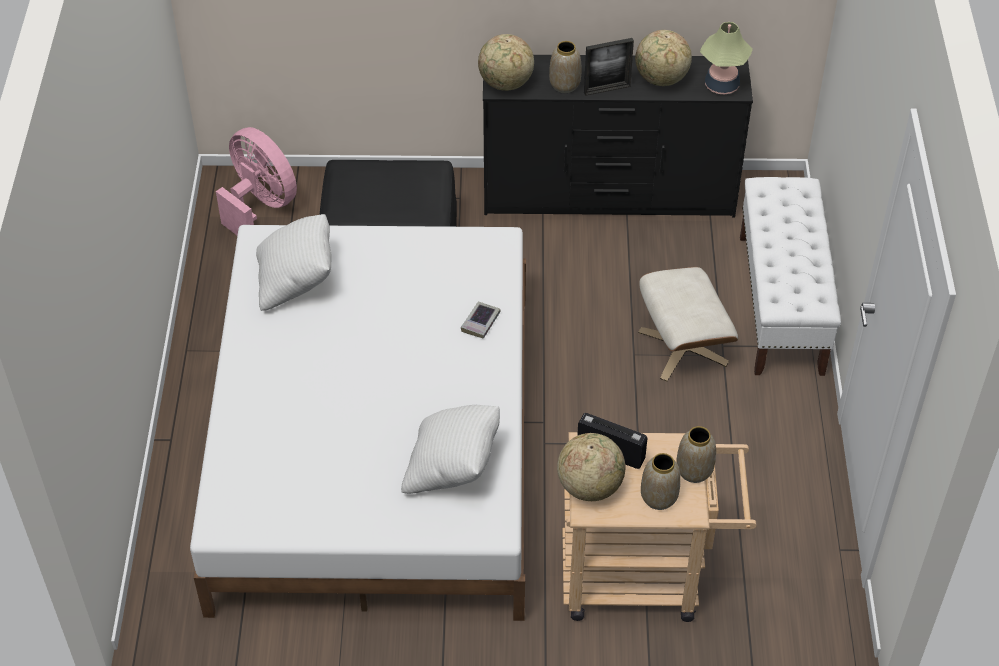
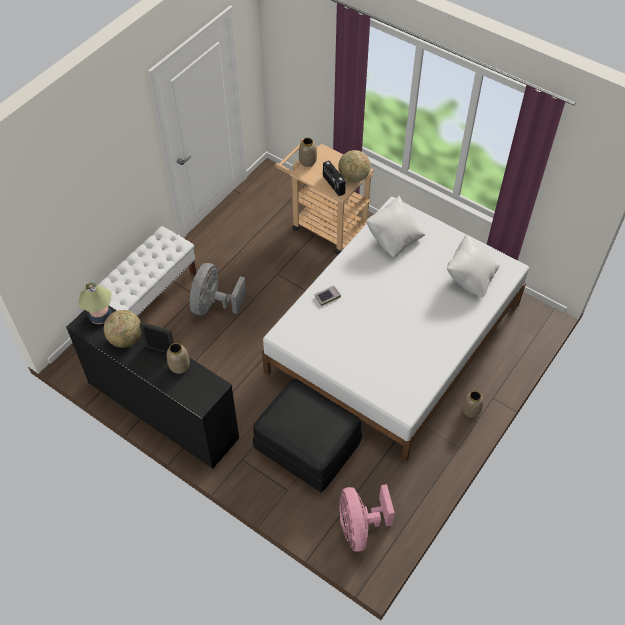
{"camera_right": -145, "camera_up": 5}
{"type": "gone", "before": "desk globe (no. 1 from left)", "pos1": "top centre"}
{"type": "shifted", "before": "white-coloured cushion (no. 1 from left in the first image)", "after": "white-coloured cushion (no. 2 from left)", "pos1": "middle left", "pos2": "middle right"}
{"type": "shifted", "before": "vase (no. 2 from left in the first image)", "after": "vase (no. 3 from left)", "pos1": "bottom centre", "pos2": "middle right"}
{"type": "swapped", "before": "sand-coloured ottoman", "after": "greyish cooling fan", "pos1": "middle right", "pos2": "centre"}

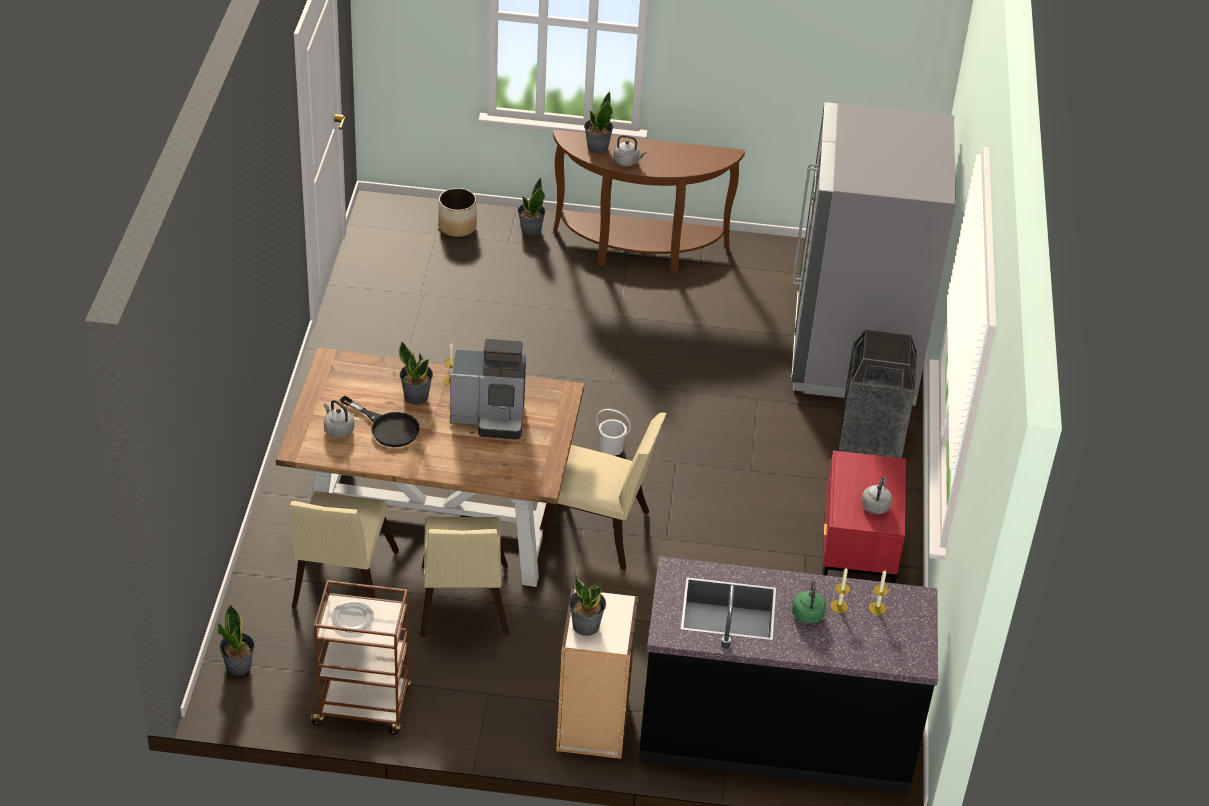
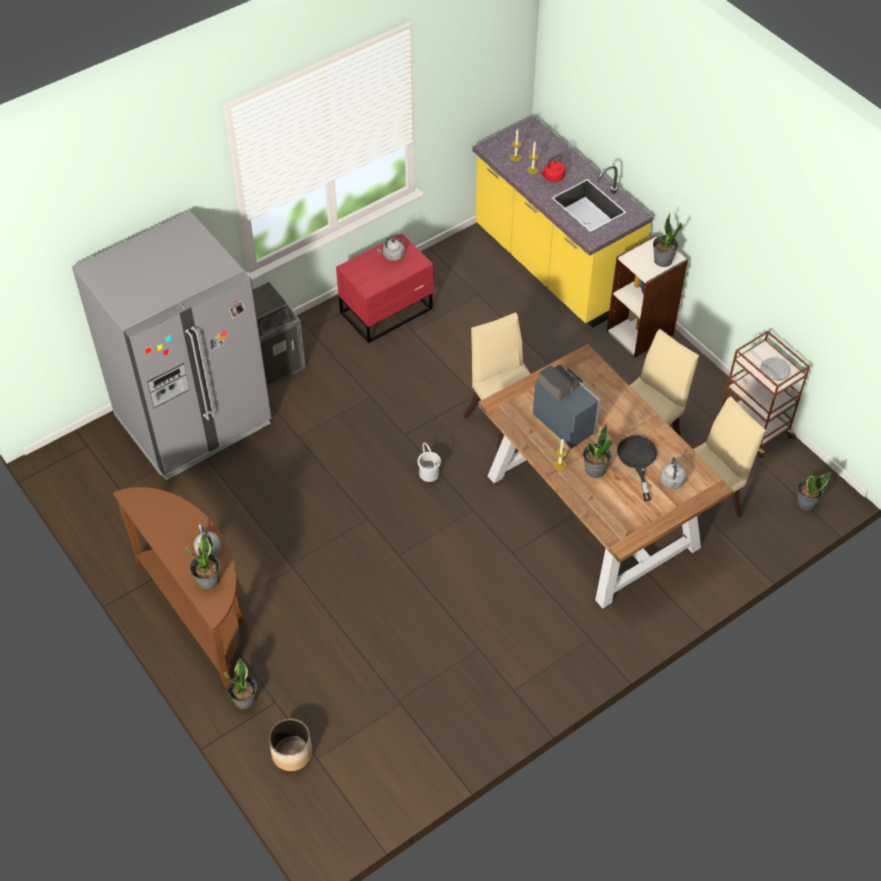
{"camera_right": -130, "camera_up": 10}
{"type": "repainted", "before": "black-coloured kitchen counter", "after": "yellow-coloured kitchen counter", "pos1": "bottom centre", "pos2": "top centre"}
{"type": "repainted", "before": "green-coloured kettle", "after": "red-coloured kettle", "pos1": "bottom right", "pos2": "top centre"}

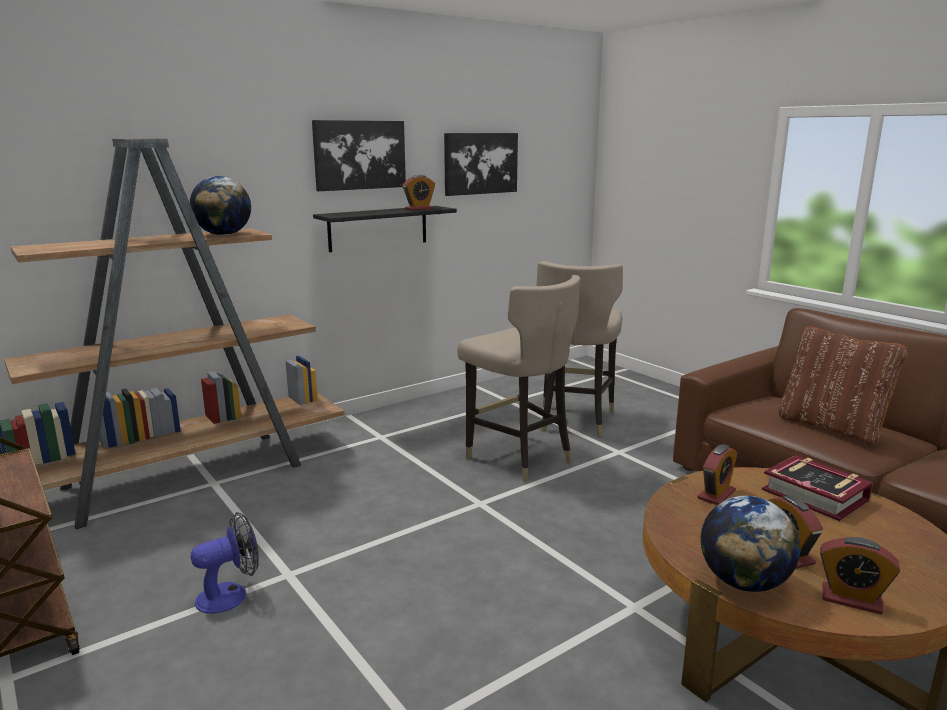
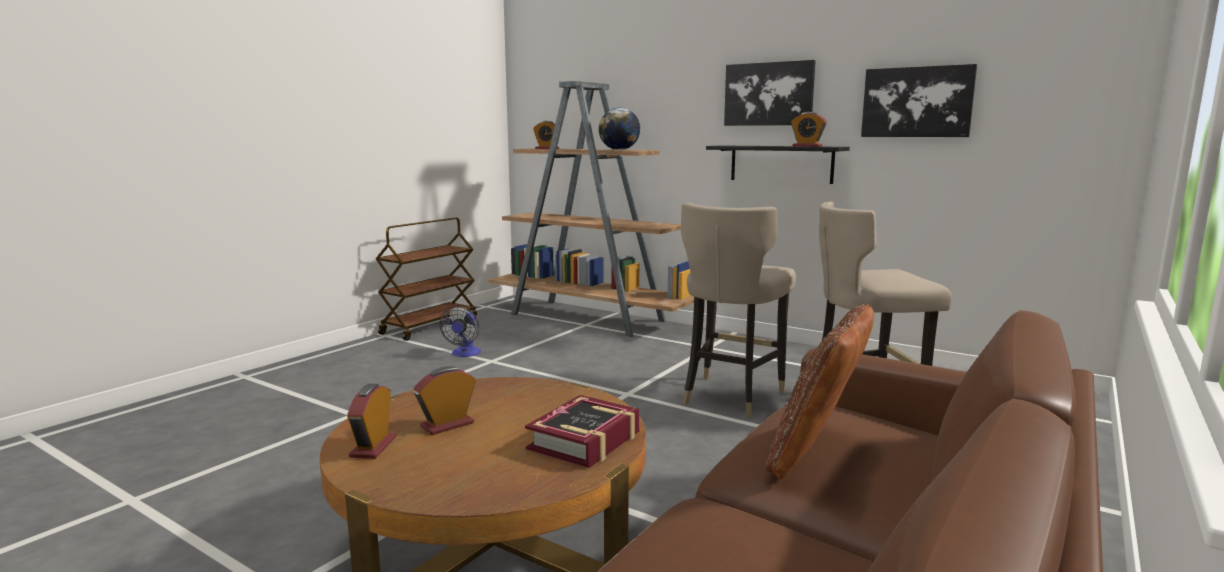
{"camera_right": 70, "camera_up": -5}
{"type": "gone", "before": "desk globe (no. 2 from left)", "pos1": "bottom right"}
{"type": "shifted", "before": "table clock (no. 2 from left in the first image)", "after": "table clock (no. 3 from left)", "pos1": "bottom right", "pos2": "top centre"}
{"type": "rotated", "before": "cooling fan", "pos1": "bottom left", "pos2": "centre", "turn": 60}

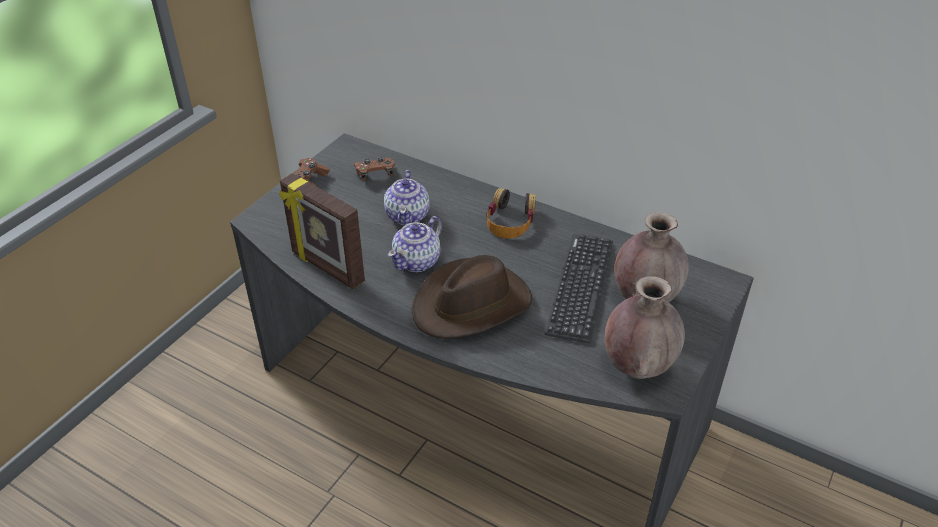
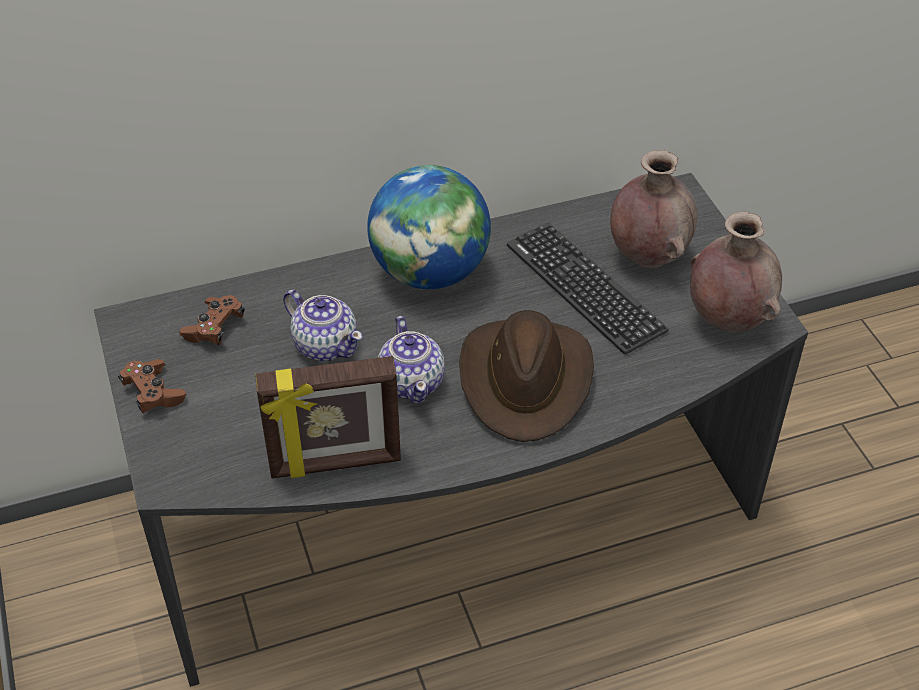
{"camera_right": -50, "camera_up": 5}
{"type": "swapped", "before": "headphones", "after": "desk globe", "pos1": "centre", "pos2": "top centre"}

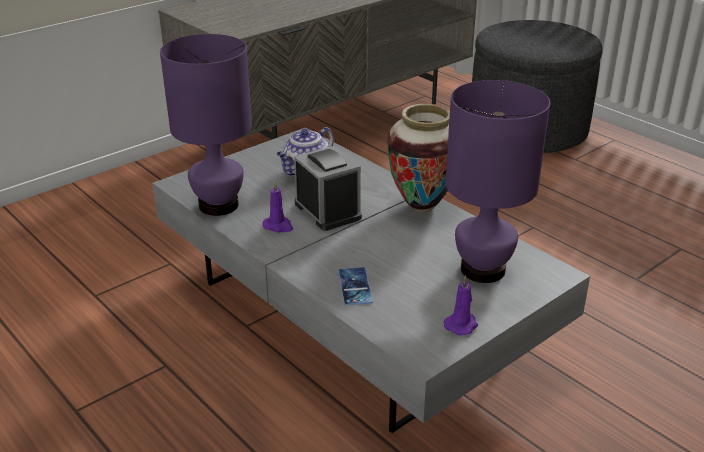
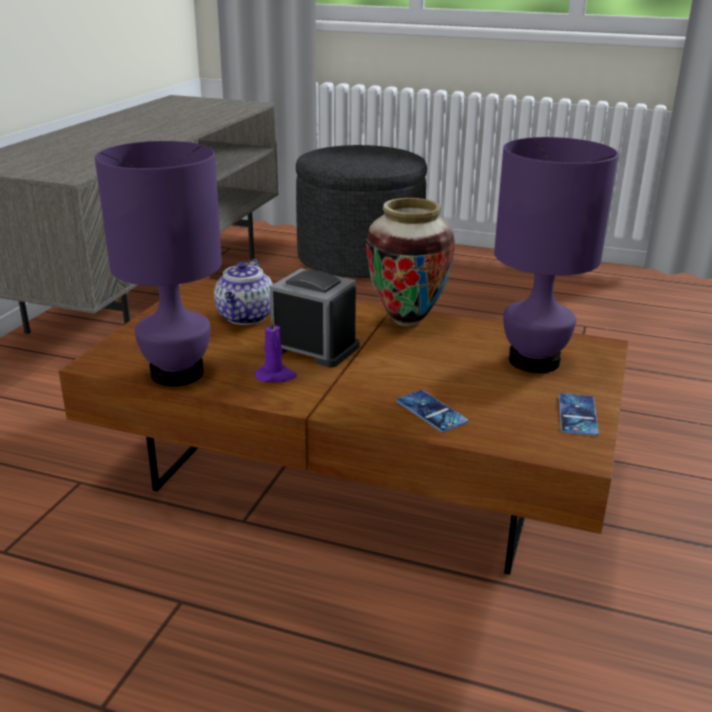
{"camera_right": -30, "camera_up": -5}
{"type": "swapped", "before": "purple-coloured wax light (no. 2 from left)", "after": "telephone (no. 2 from left)", "pos1": "bottom centre", "pos2": "middle right"}
{"type": "repainted", "before": "greyish low table", "after": "brownish low table", "pos1": "centre", "pos2": "centre"}

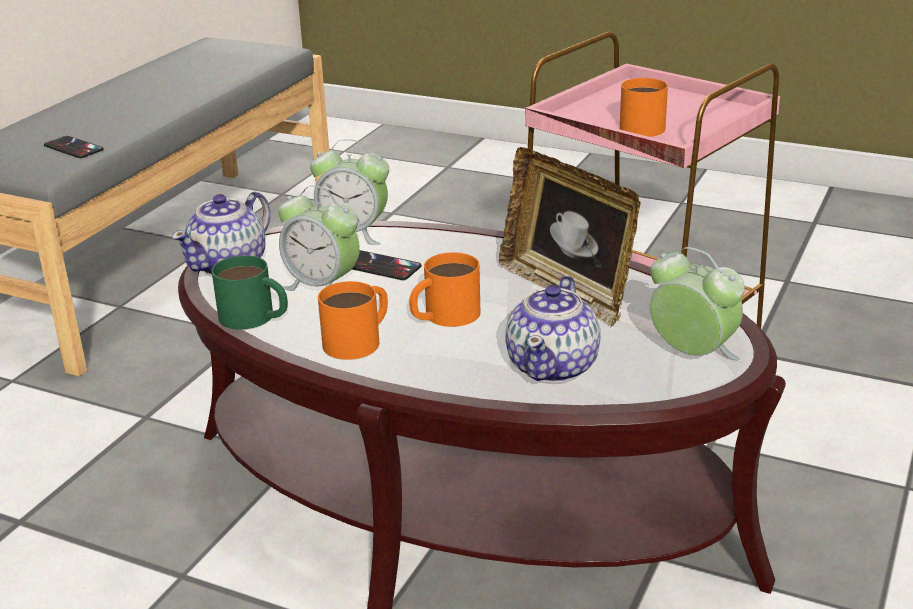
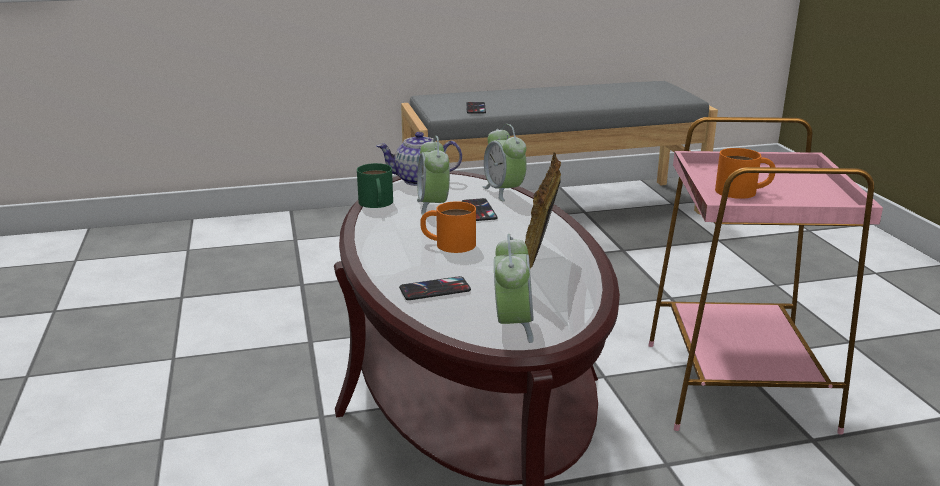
{"camera_right": 50, "camera_up": -5}
{"type": "gone", "before": "orangey mug (no. 1 from left)", "pos1": "centre"}
{"type": "swapped", "before": "pot for tea (no. 2 from left)", "after": "telephone (no. 1 from left)", "pos1": "centre", "pos2": "centre"}

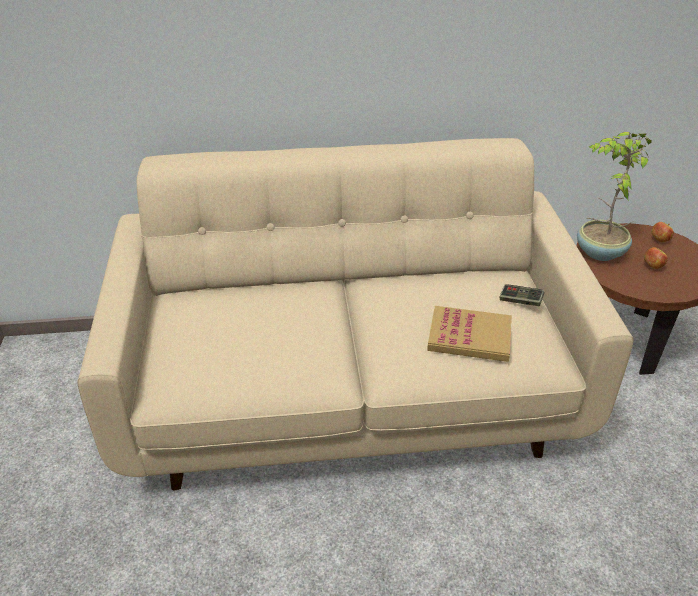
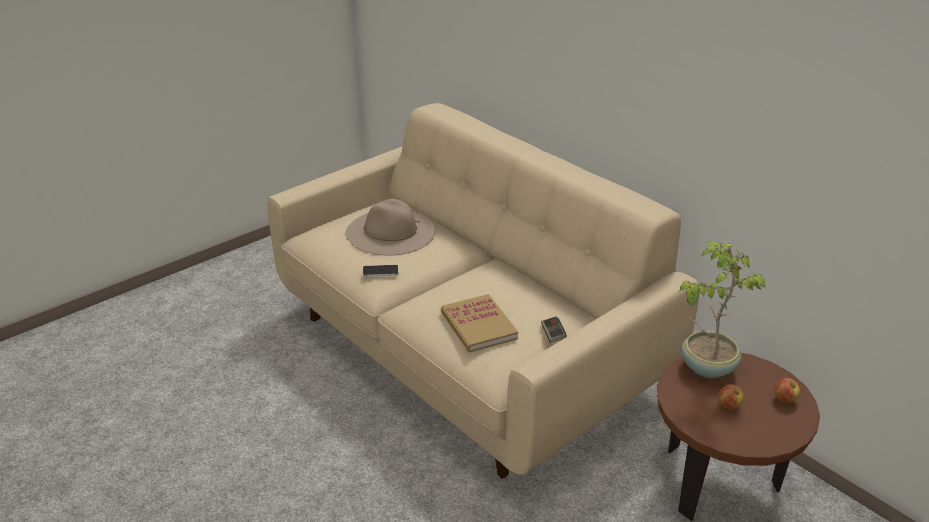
{"camera_right": 55, "camera_up": -5}
{"type": "new", "after": "sand-coloured wearable hat", "pos2": "centre"}
{"type": "new", "after": "telephone", "pos2": "centre"}

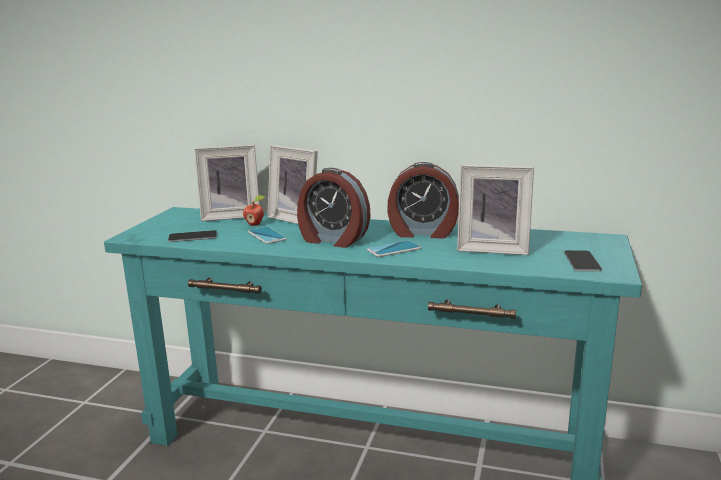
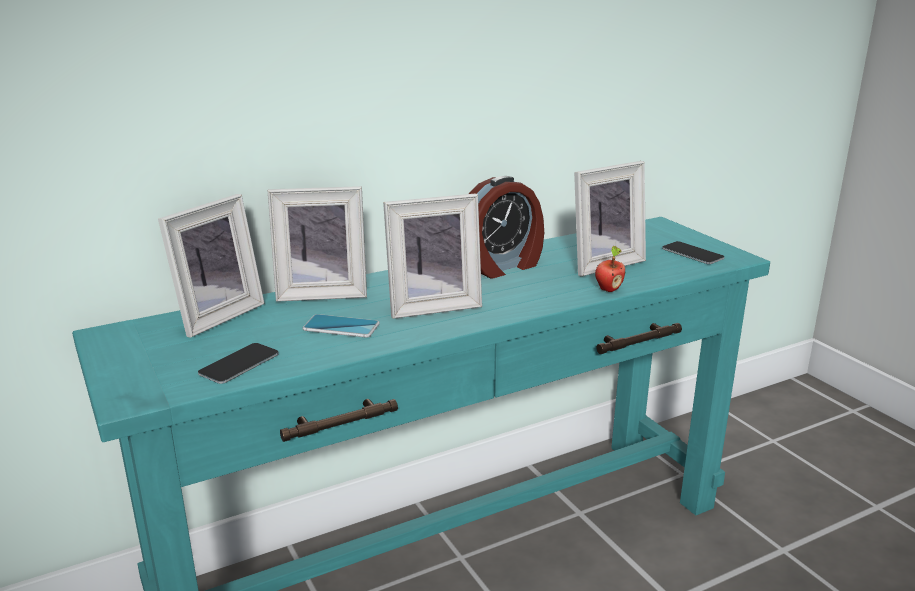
{"camera_right": -45, "camera_up": 5}
{"type": "gone", "before": "telephone (no. 3 from left)", "pos1": "centre"}
{"type": "shifted", "before": "apple", "pos1": "centre", "pos2": "middle right"}
{"type": "swapped", "before": "table clock (no. 1 from left)", "after": "photo frame (no. 3 from left)", "pos1": "centre", "pos2": "centre"}

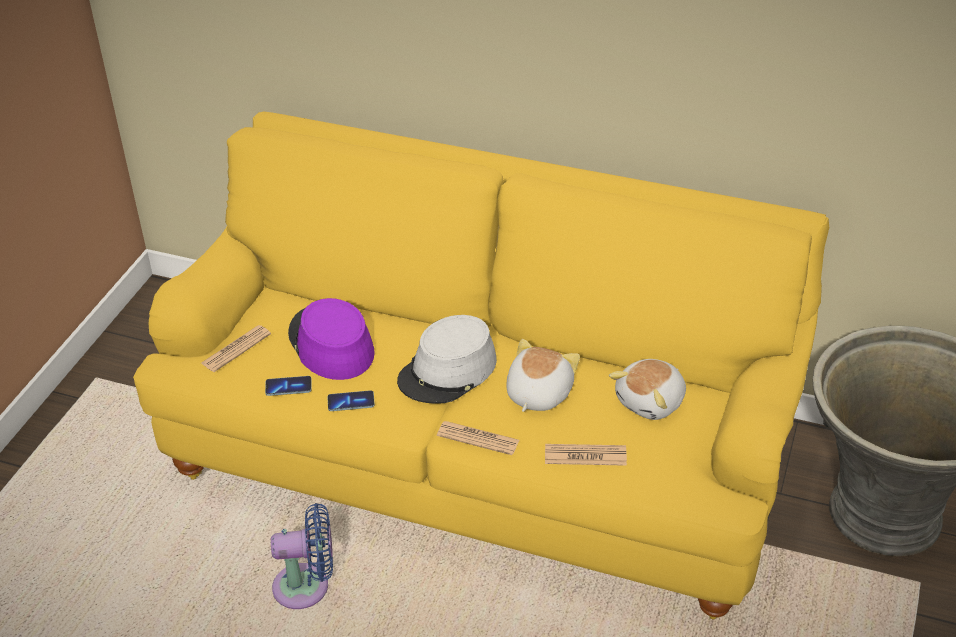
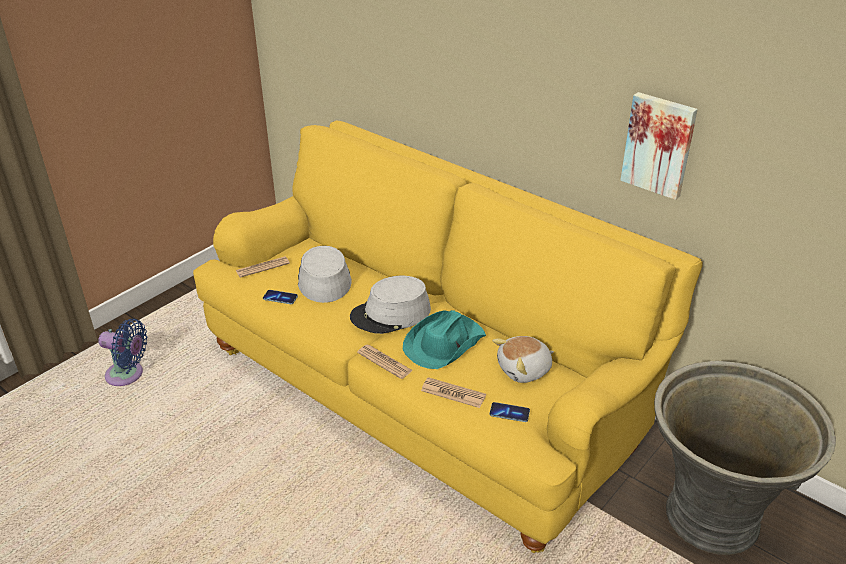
{"camera_right": 20, "camera_up": -5}
{"type": "new", "after": "wall art", "pos2": "top right"}
{"type": "shifted", "before": "blue cooling fan", "pos1": "bottom left", "pos2": "middle left"}
{"type": "shifted", "before": "telephone (no. 2 from left)", "pos1": "centre", "pos2": "bottom centre"}
{"type": "swapped", "before": "cuddly toy (no. 1 from left)", "after": "turquoise-coloured wearable hat", "pos1": "centre", "pos2": "centre"}
{"type": "repainted", "before": "purple-coloured wearable hat", "after": "greyish wearable hat (no. 1 from left)", "pos1": "centre", "pos2": "centre"}

